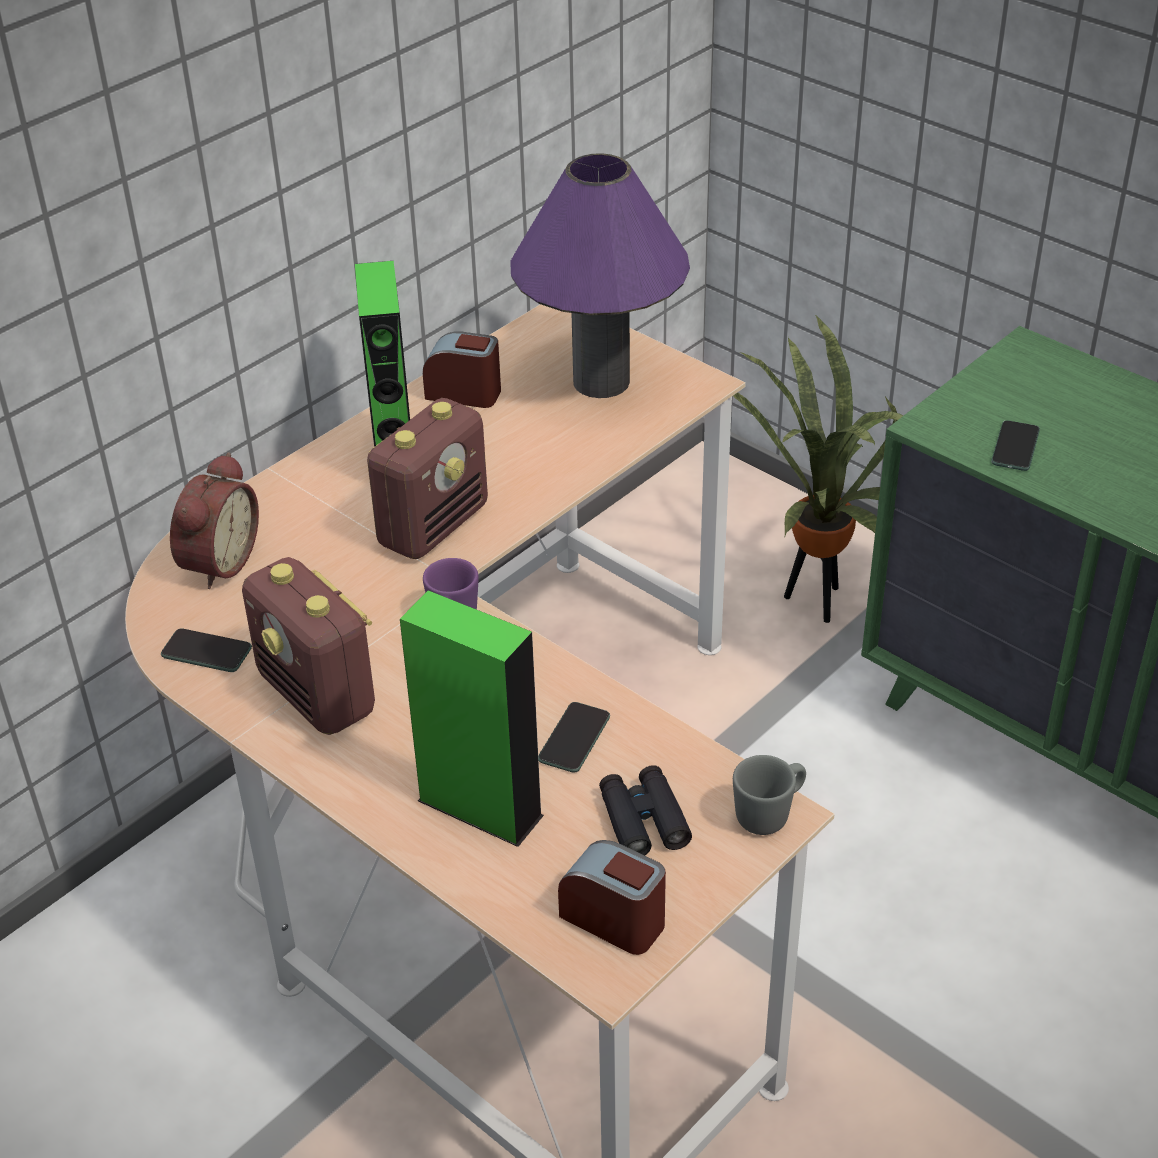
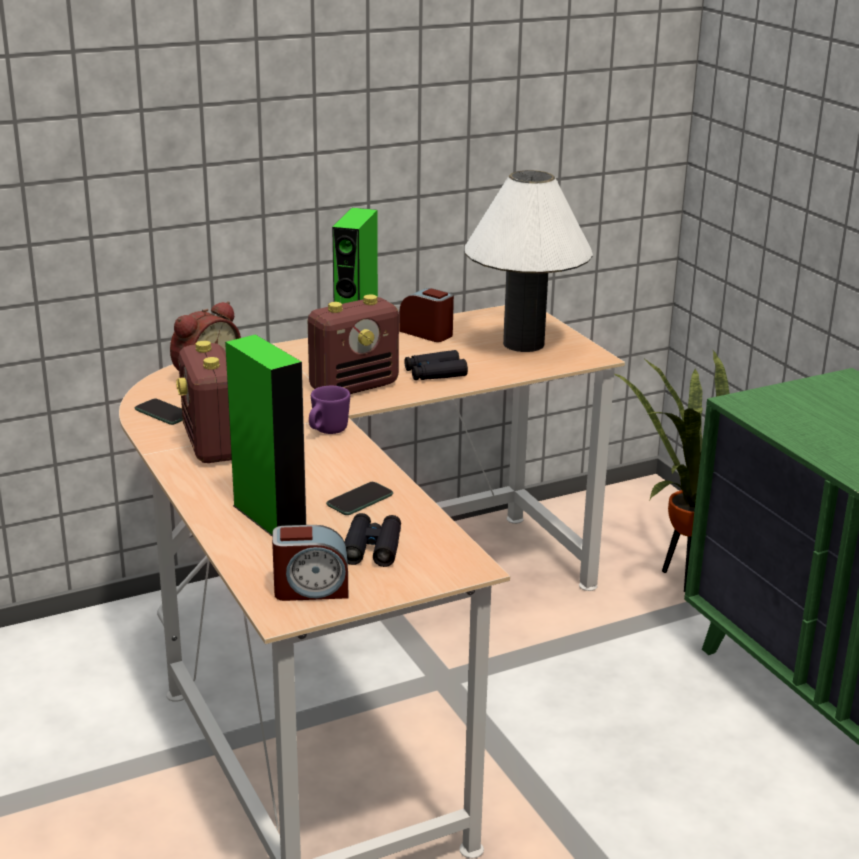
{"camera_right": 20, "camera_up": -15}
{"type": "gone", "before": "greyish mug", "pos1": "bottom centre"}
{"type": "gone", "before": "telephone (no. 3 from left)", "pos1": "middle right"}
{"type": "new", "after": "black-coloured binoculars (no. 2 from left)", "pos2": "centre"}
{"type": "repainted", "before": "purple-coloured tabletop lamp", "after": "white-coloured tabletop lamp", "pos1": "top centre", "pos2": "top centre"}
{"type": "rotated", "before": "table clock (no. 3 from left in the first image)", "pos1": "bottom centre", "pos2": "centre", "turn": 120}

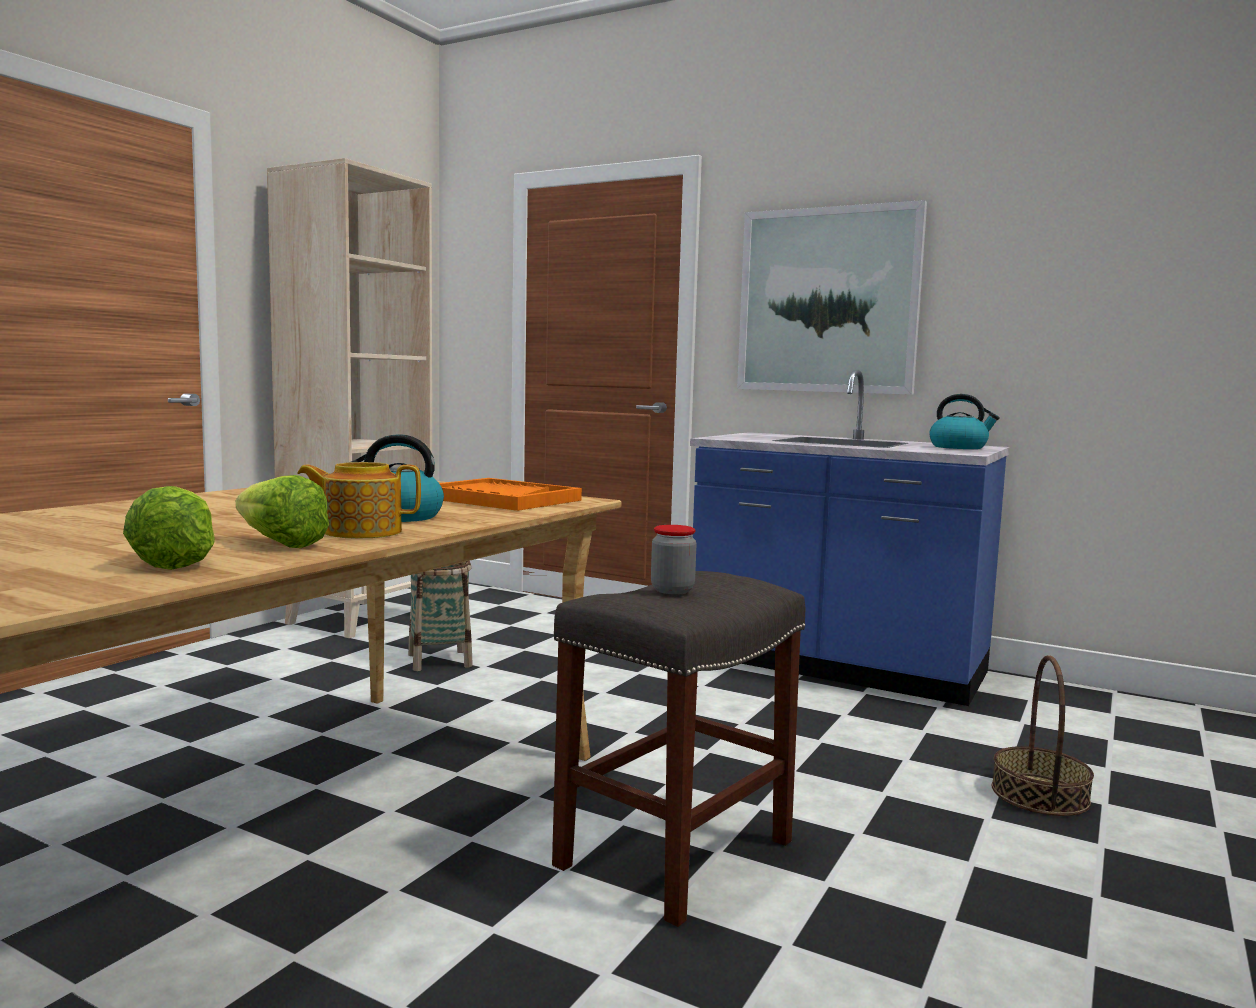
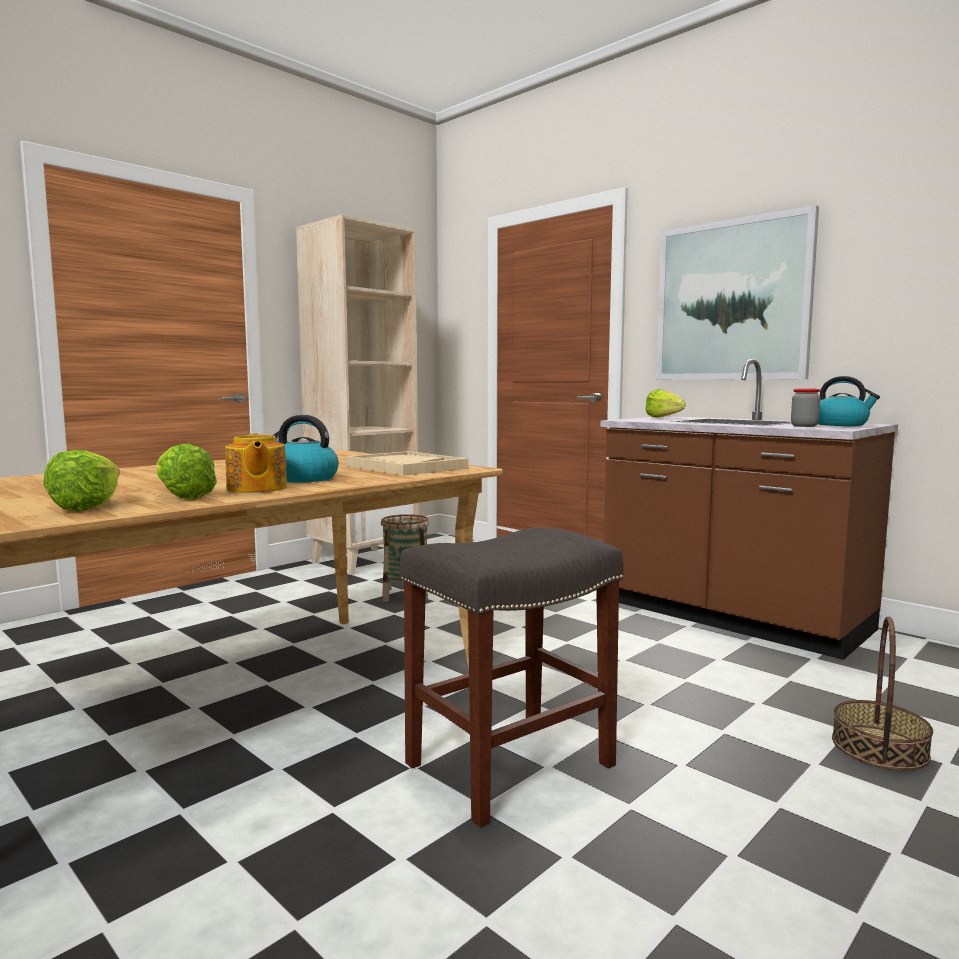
{"camera_right": 15, "camera_up": 0}
{"type": "new", "after": "lettuce head (no. 3 from left)", "pos2": "middle right"}
{"type": "shifted", "before": "storage jar", "pos1": "centre", "pos2": "middle right"}
{"type": "repainted", "before": "orangey tray", "after": "sand-coloured tray", "pos1": "centre", "pos2": "centre"}
{"type": "repainted", "before": "blue kitchen counter", "after": "brownish kitchen counter", "pos1": "middle right", "pos2": "middle right"}
{"type": "rotated", "before": "pot for tea", "pos1": "middle left", "pos2": "middle left", "turn": -120}

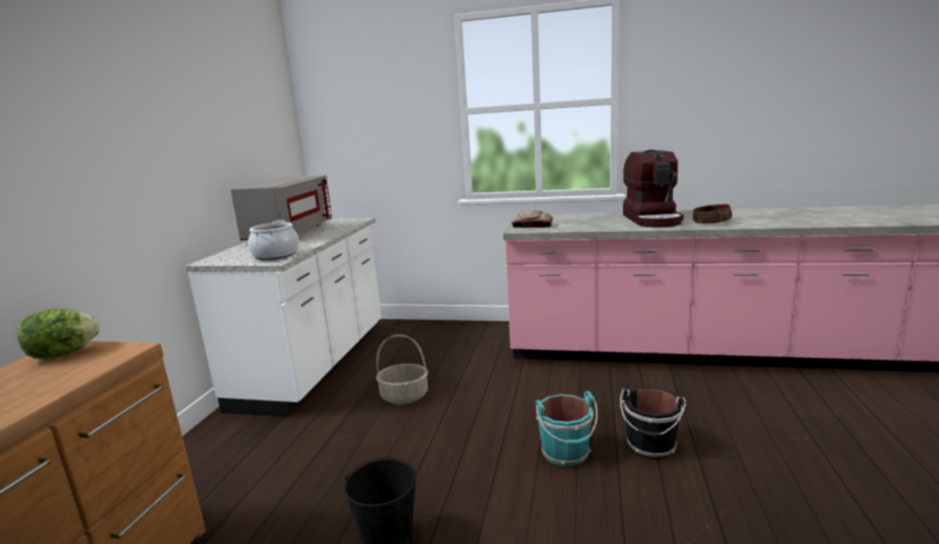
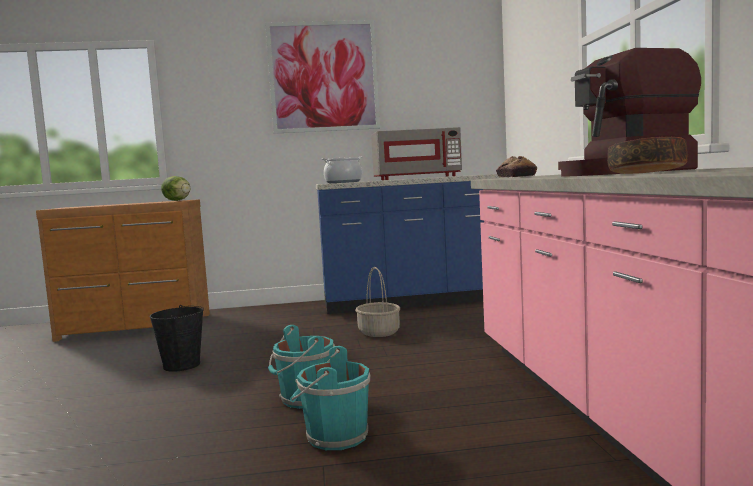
{"camera_right": 70, "camera_up": -10}
{"type": "new", "after": "wall art", "pos2": "top centre"}
{"type": "repainted", "before": "white-coloured kitchen counter", "after": "blue kitchen counter", "pos1": "middle left", "pos2": "centre"}
{"type": "repainted", "before": "black-coloured water bucket (no. 2 from left)", "after": "turquoise-coloured water bucket (no. 2 from left)", "pos1": "bottom right", "pos2": "bottom centre"}

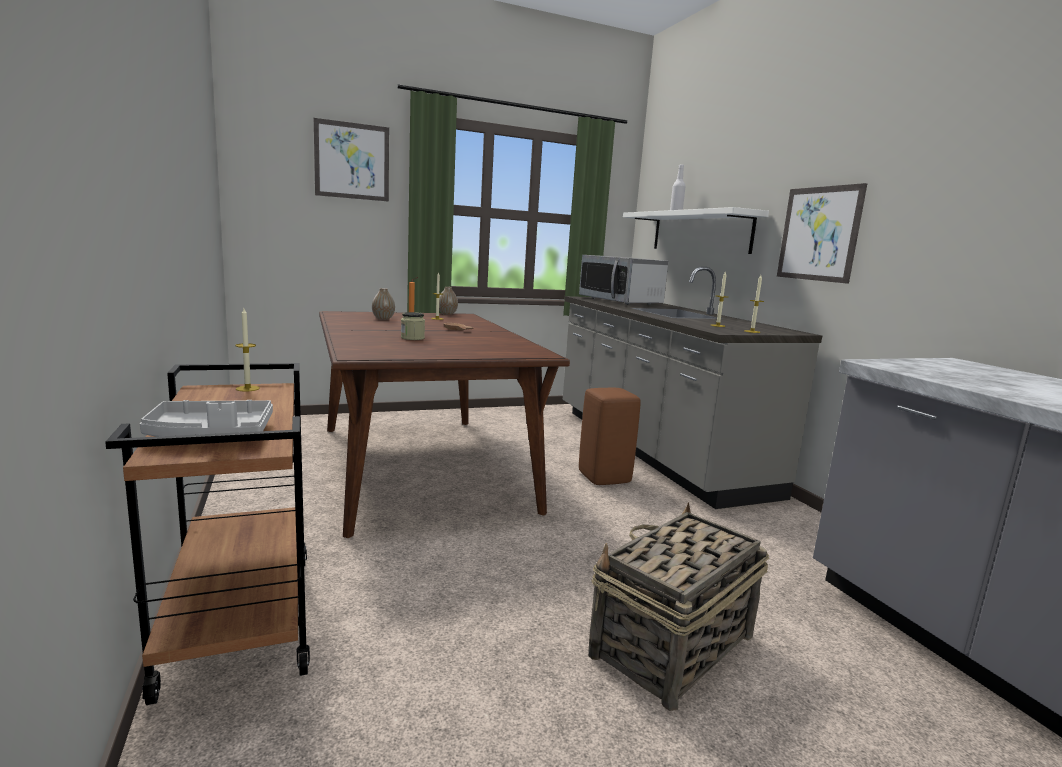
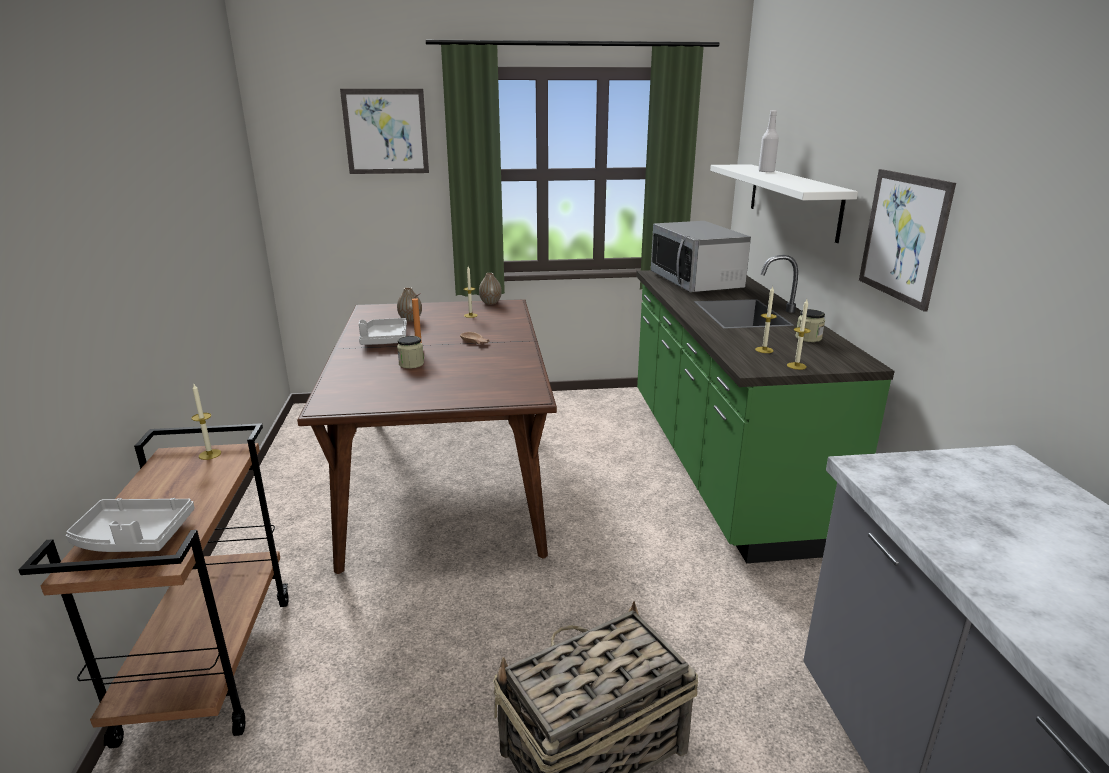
{"camera_right": 15, "camera_up": 10}
{"type": "gone", "before": "brownish stool seat", "pos1": "centre"}
{"type": "new", "after": "greyish tray (no. 2 from left)", "pos2": "centre"}
{"type": "new", "after": "storage jar (no. 2 from left)", "pos2": "middle right"}
{"type": "repainted", "before": "greyish kitchen counter (no. 1 from left)", "after": "green-coloured kitchen counter", "pos1": "centre", "pos2": "middle right"}

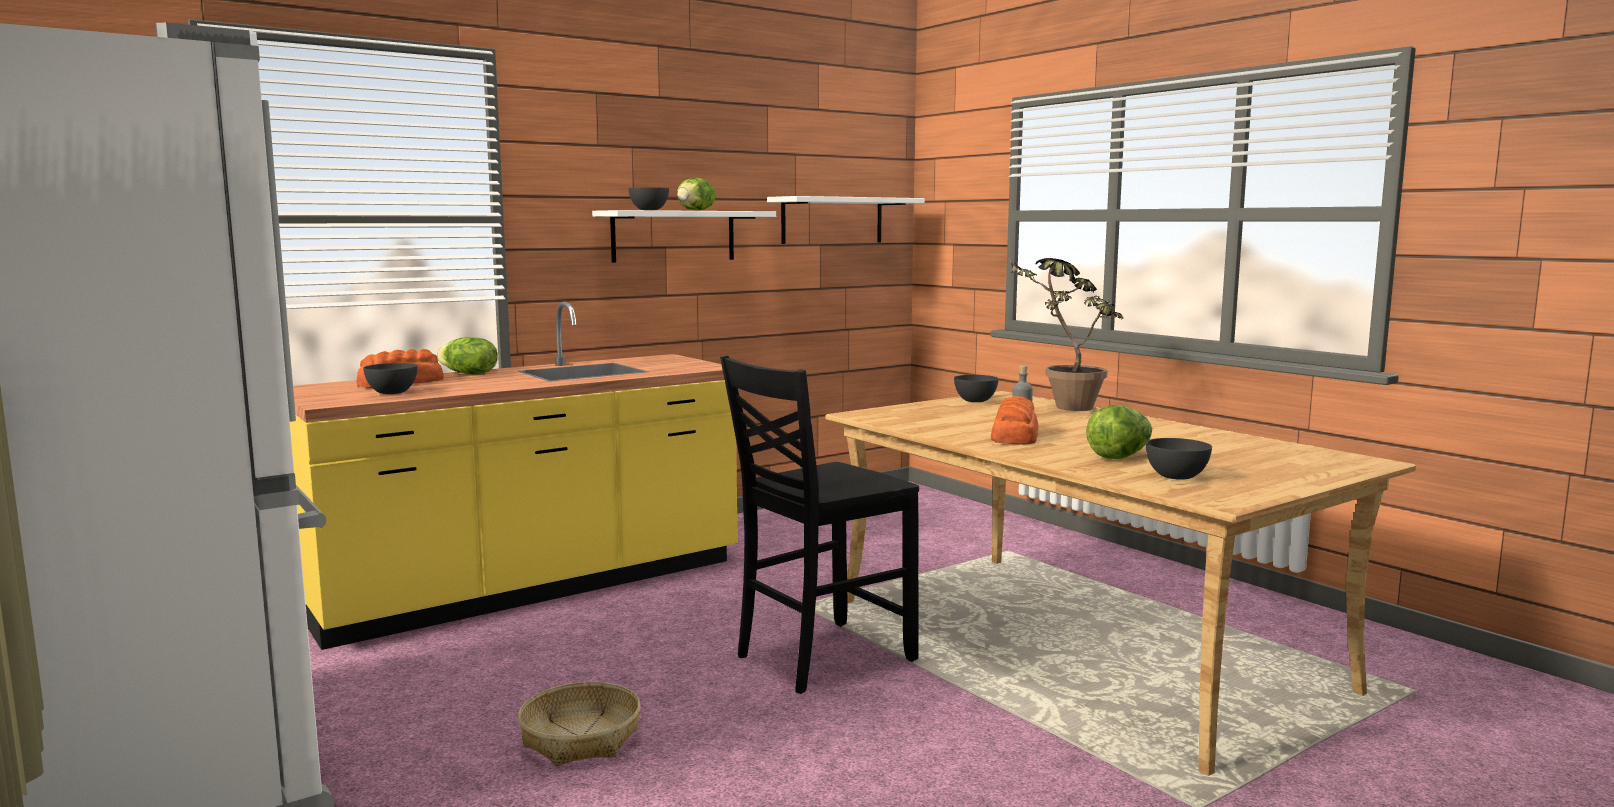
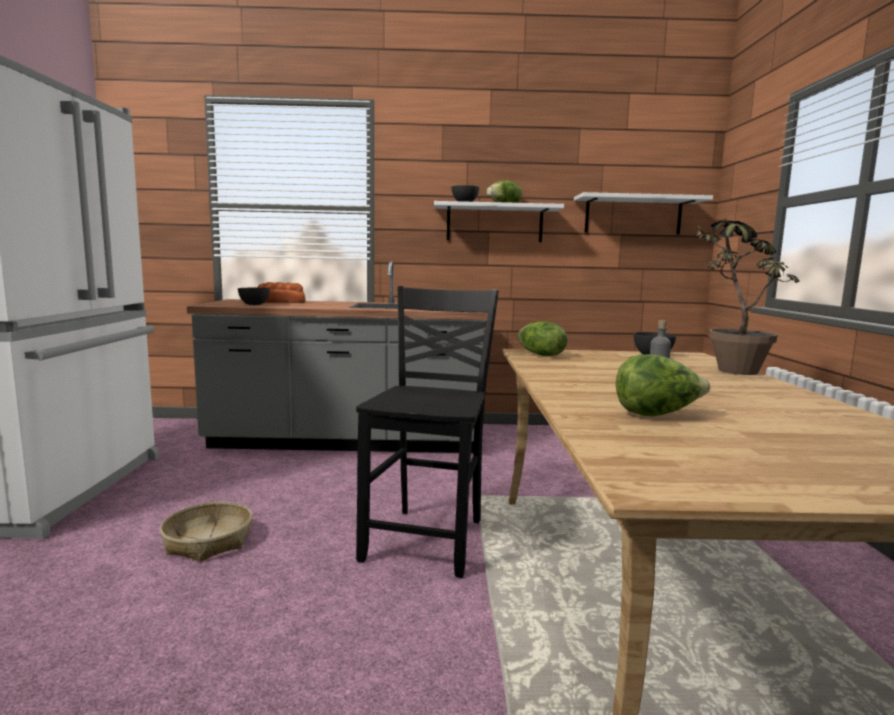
{"camera_right": 35, "camera_up": 0}
{"type": "gone", "before": "bakery bread (no. 2 from left)", "pos1": "centre"}
{"type": "gone", "before": "greyish serving bowl (no. 4 from left)", "pos1": "middle right"}
{"type": "shifted", "before": "lettuce head (no. 1 from left in the first image)", "after": "lettuce head (no. 2 from left)", "pos1": "middle left", "pos2": "centre"}
{"type": "repainted", "before": "yellow-coloured kitchen counter", "after": "greyish kitchen counter", "pos1": "middle left", "pos2": "centre"}
{"type": "rotated", "before": "black-coloured chair", "pos1": "centre", "pos2": "centre", "turn": 105}

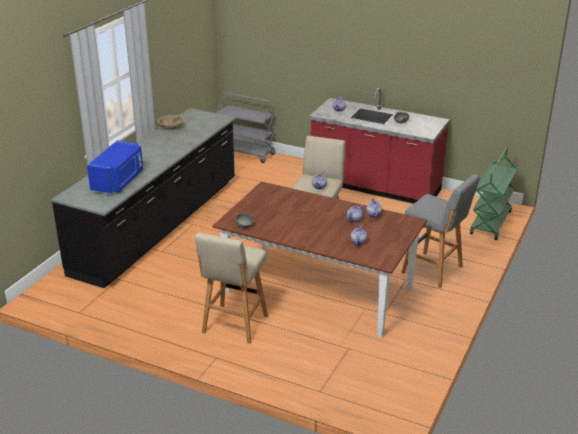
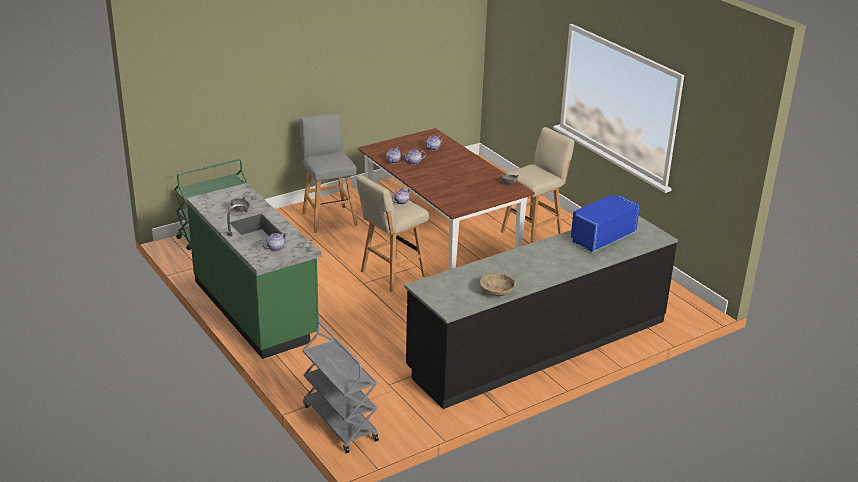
{"camera_right": -150, "camera_up": 0}
{"type": "repainted", "before": "red-coloured kitchen counter", "after": "green-coloured kitchen counter", "pos1": "centre", "pos2": "middle left"}

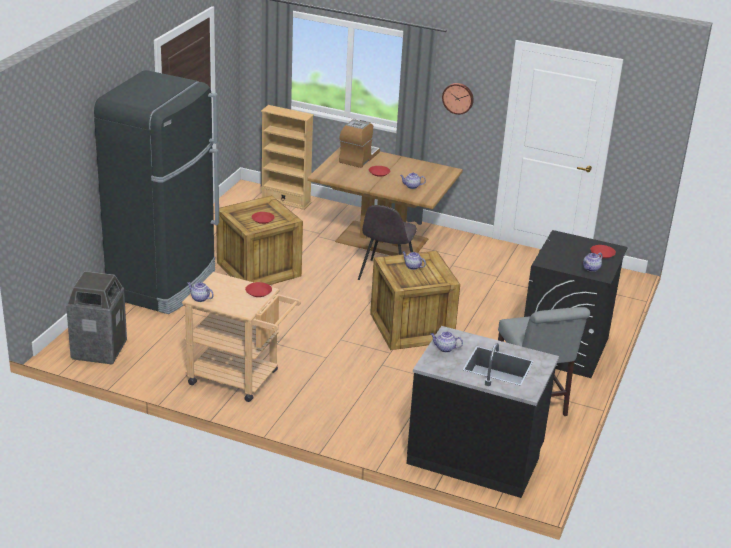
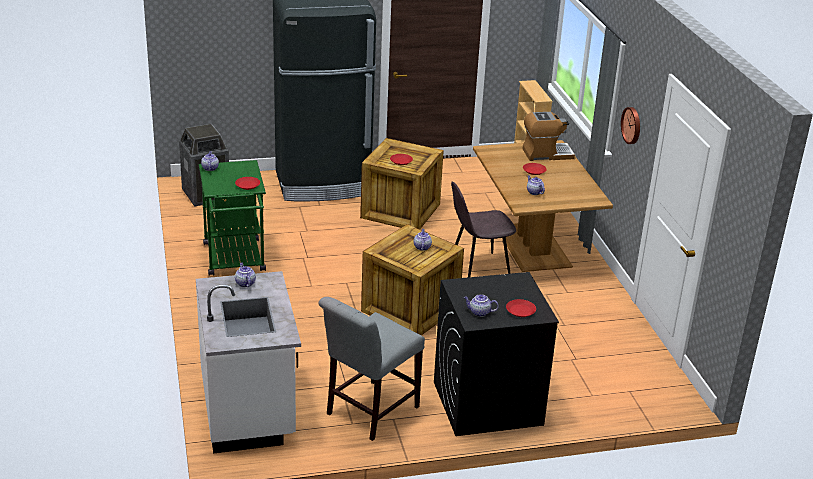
{"camera_right": 55, "camera_up": 0}
{"type": "repainted", "before": "sand-coloured wheeled cart", "after": "green-coloured wheeled cart", "pos1": "middle left", "pos2": "middle left"}
{"type": "repainted", "before": "black-coloured kitchen counter", "after": "white-coloured kitchen counter", "pos1": "bottom centre", "pos2": "bottom left"}

